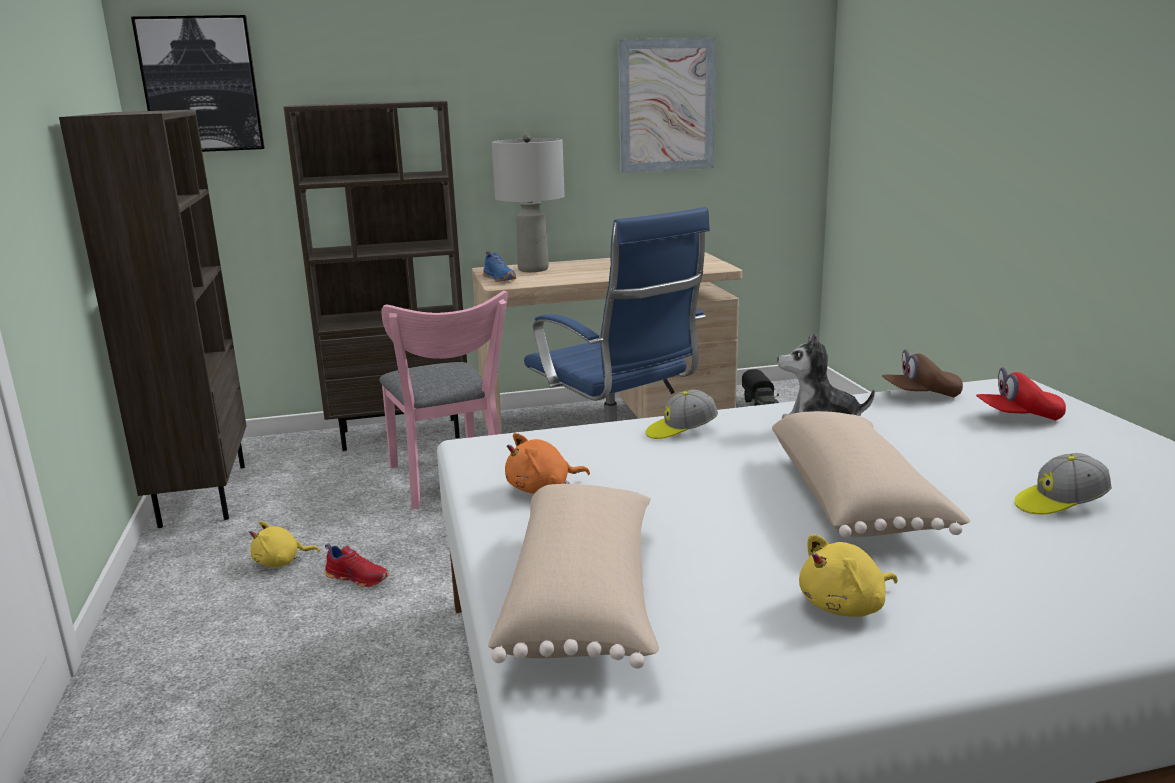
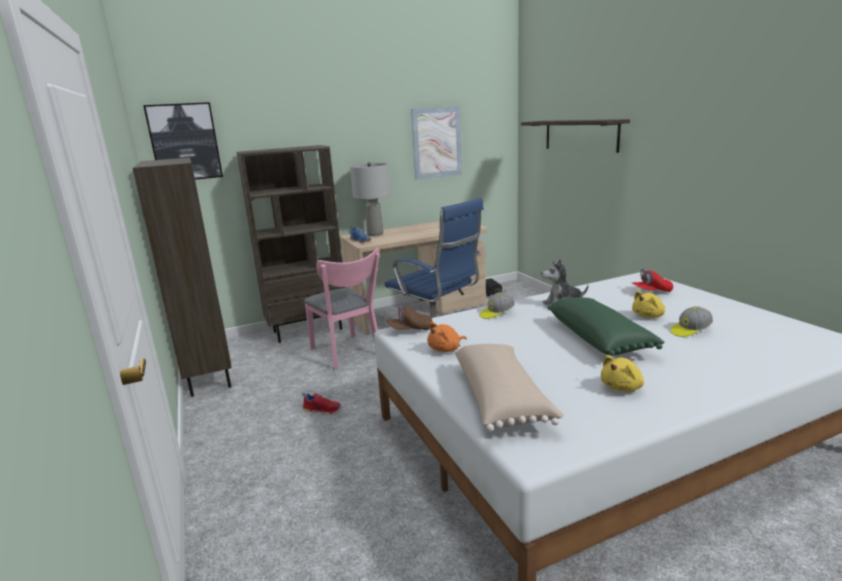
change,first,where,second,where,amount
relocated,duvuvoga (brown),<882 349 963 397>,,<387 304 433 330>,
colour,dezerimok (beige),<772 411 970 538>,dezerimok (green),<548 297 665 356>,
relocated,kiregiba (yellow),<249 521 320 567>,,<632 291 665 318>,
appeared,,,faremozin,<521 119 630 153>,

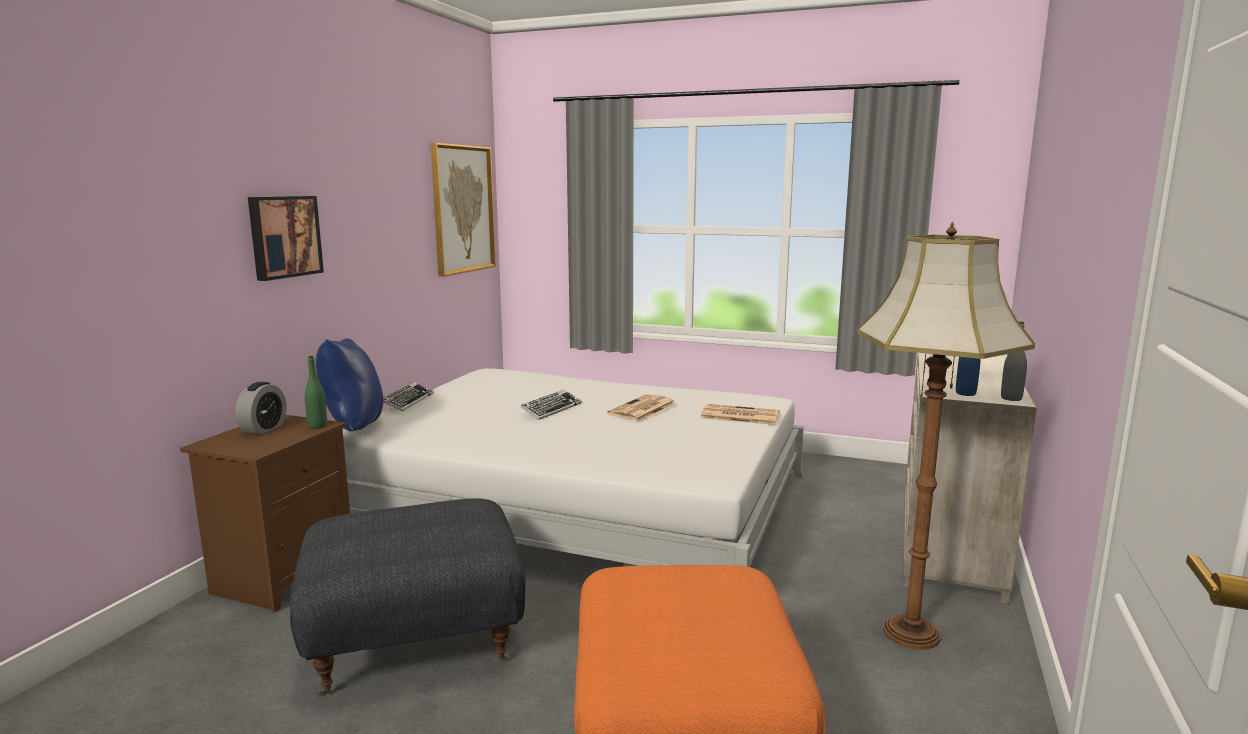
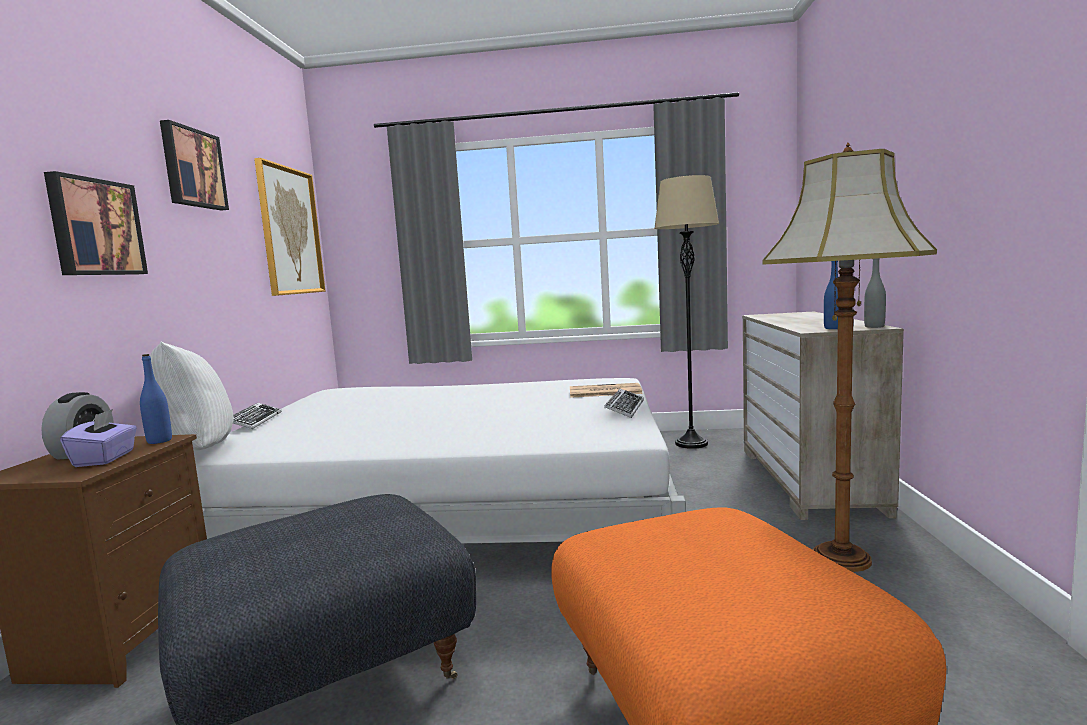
change,first,where,second,where,amount
colour,dezerimok (blue),<315 338 383 431>,dezerimok (white),<150 342 233 450>,
colour,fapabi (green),<305 356 327 429>,fapabi (blue),<140 354 172 444>,
relocated,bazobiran,<521 389 582 420>,,<604 389 644 418>,
missing,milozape,<607 394 676 421>,,,
appeared,,,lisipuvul,<160 120 229 210>,
appeared,,,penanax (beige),<654 175 719 449>,
appeared,,,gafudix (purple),<60 409 137 467>,

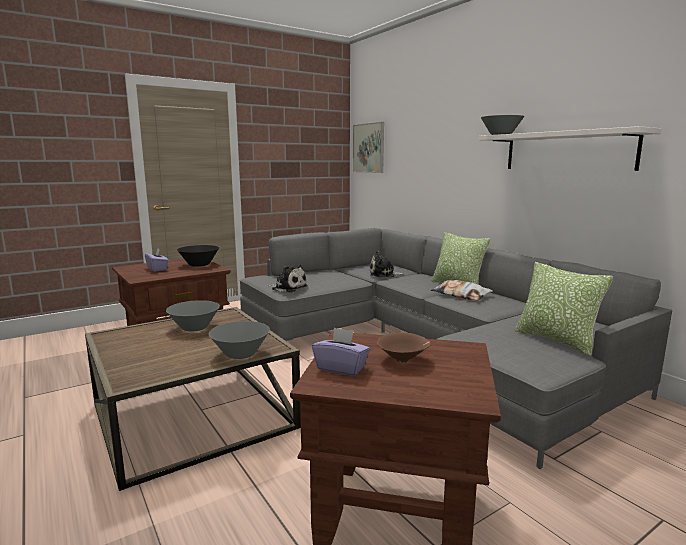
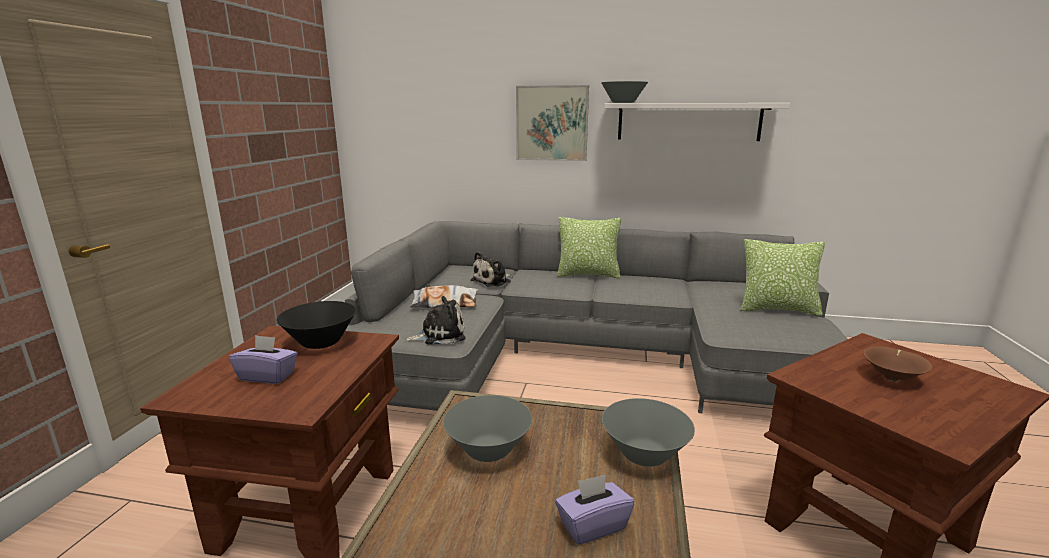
change,first,where,second,where,amount
relocated,lisipuvul,<353 122 384 173>,,<516 85 589 161>,
relocated,dezerimok,<431 280 493 301>,,<410 285 478 308>,
relocated,gafudix (purple),<312 328 370 376>,,<555 474 634 545>,

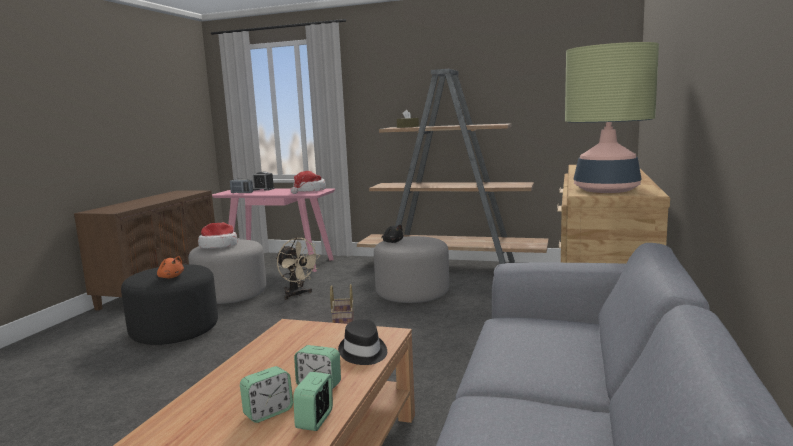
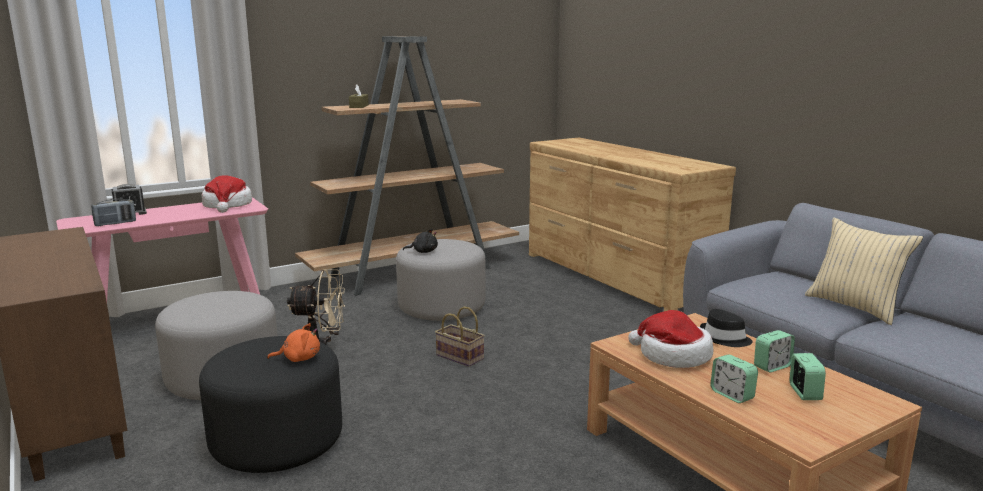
change,first,where,second,where,amount
missing,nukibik,<565 42 659 193>,,,
relocated,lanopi,<198 222 238 249>,,<628 310 713 368>,
relocated,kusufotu,<293 372 333 431>,,<710 354 758 403>,
appeared,,,dezerimok (beige),<805 218 923 325>,

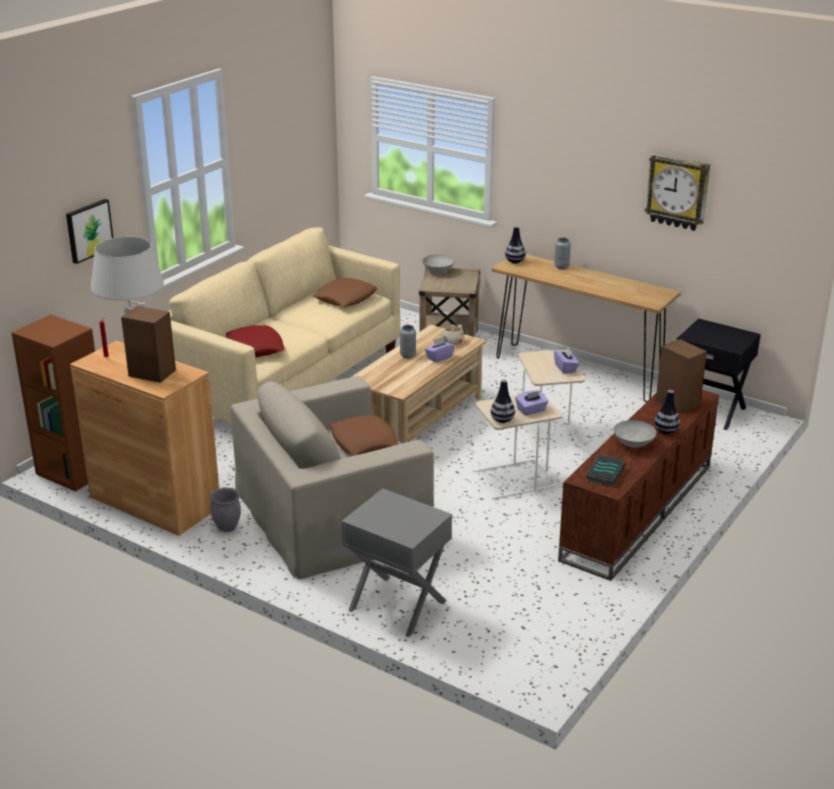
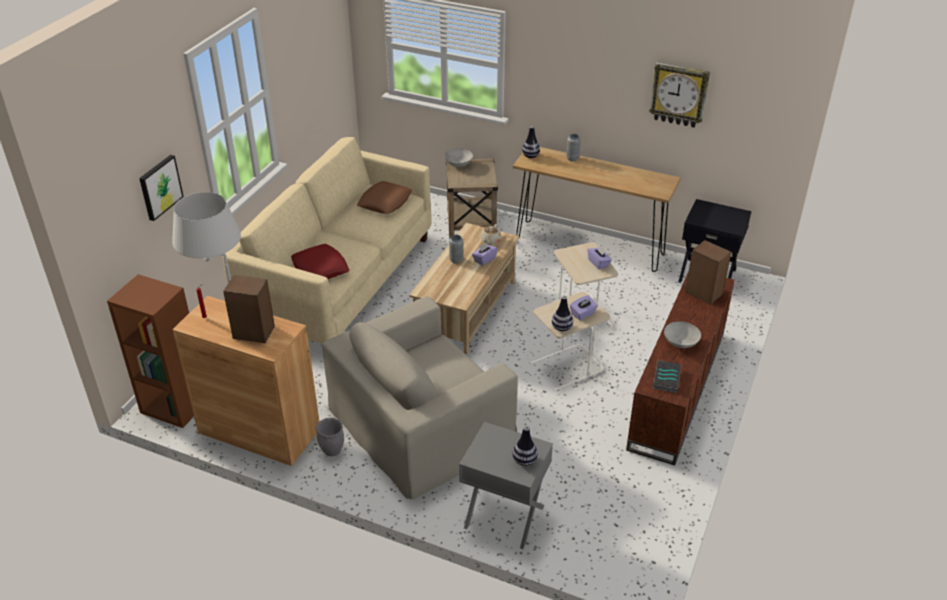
change,first,where,second,where,amount
relocated,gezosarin,<654 390 680 435>,,<512 426 538 466>,
missing,dezerimok (brown),<330 415 398 456>,,,

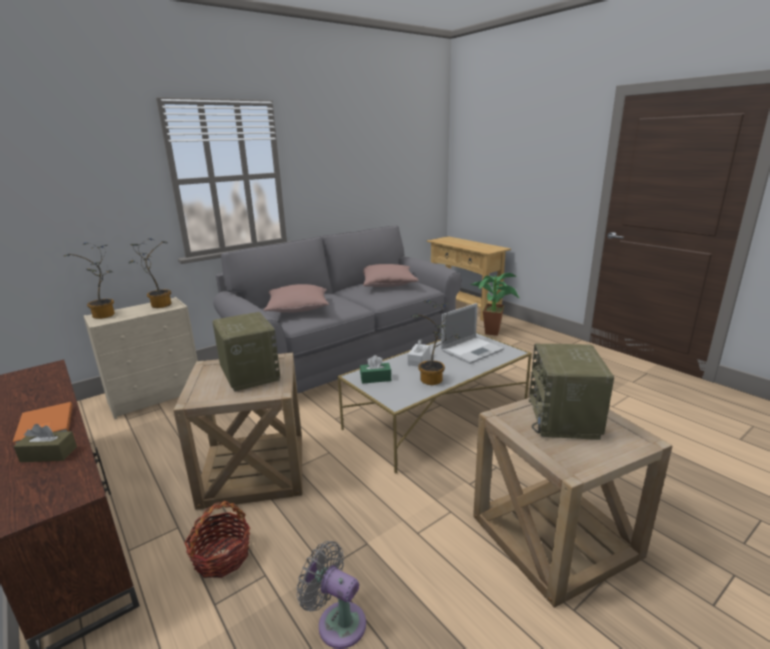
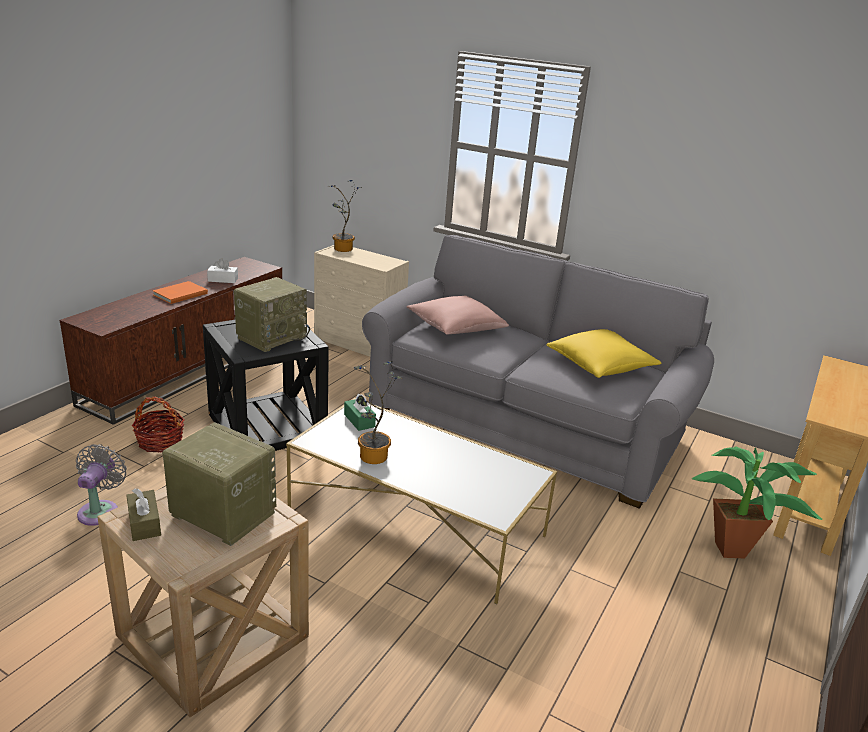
change,first,where,second,where,amount
missing,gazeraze,<129 238 171 308>,,,
colour,dezerimok (pink),<363 264 419 287>,dezerimok (yellow),<546 329 661 378>,
missing,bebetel,<441 303 504 364>,,,
relocated,gafudix (white),<407 339 429 367>,,<207 258 238 283>,
spun,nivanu,<529 344 614 440>,,<162 422 276 546>,45 degrees clockwise
colour,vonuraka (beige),<173 353 302 510>,vonuraka (black),<203 320 329 451>,
relocated,gafudix (brown),<14 424 77 462>,,<126 488 161 541>,

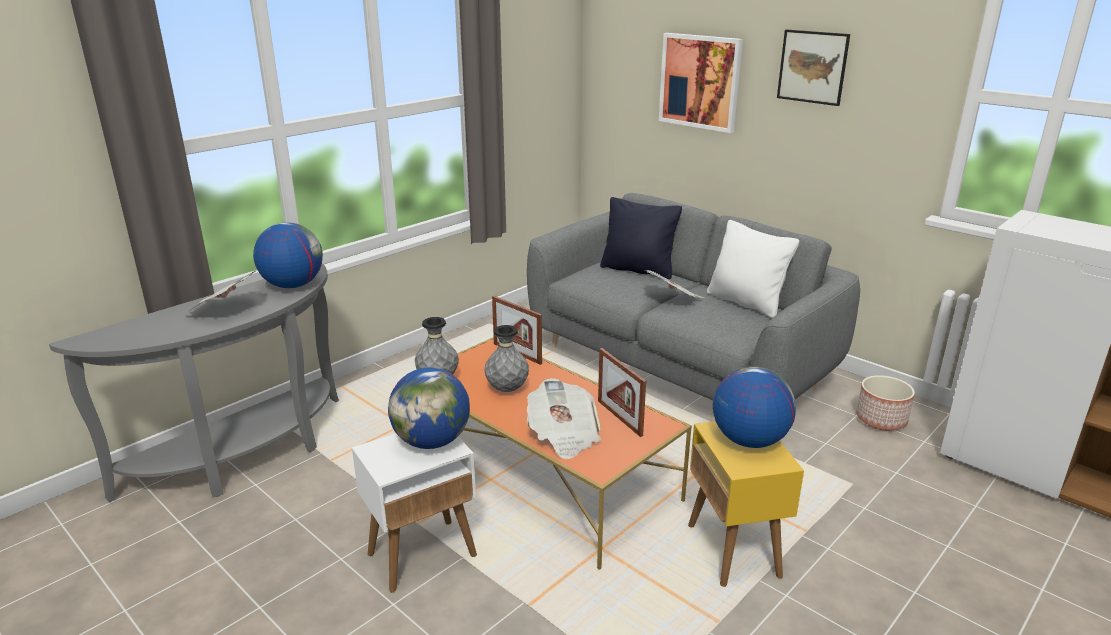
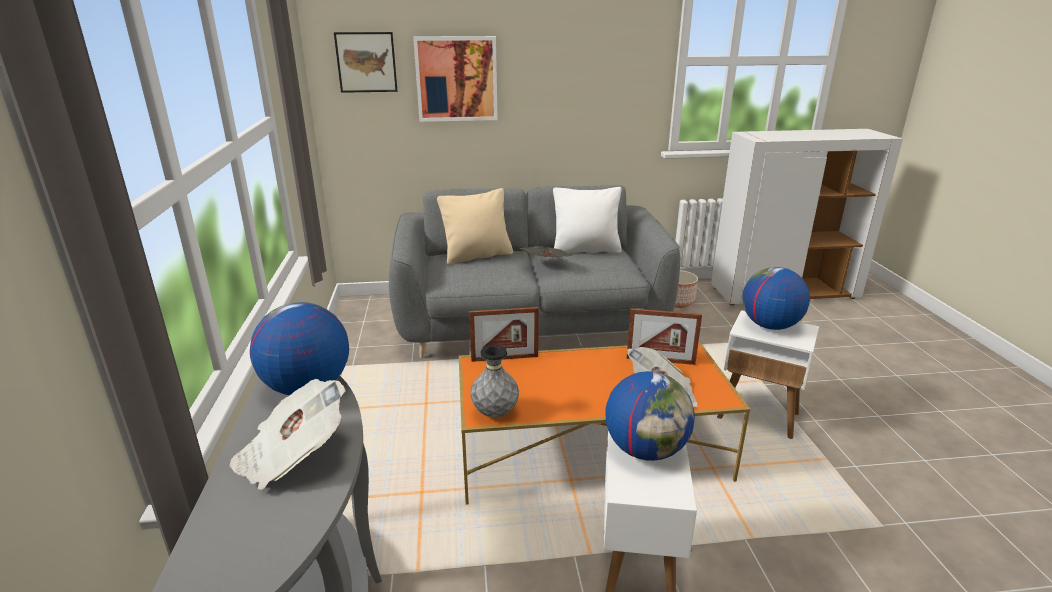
change,first,where,second,where,amount
relocated,lisipuvul,<777 29 850 106>,,<334 32 397 93>,
colour,dezerimok (black),<600 197 682 279>,dezerimok (beige),<437 188 513 265>,
missing,gezosarin (grey),<485 325 529 392>,,,
colour,vonuraka (yellow),<688 421 804 587>,vonuraka (white),<717 310 819 439>,

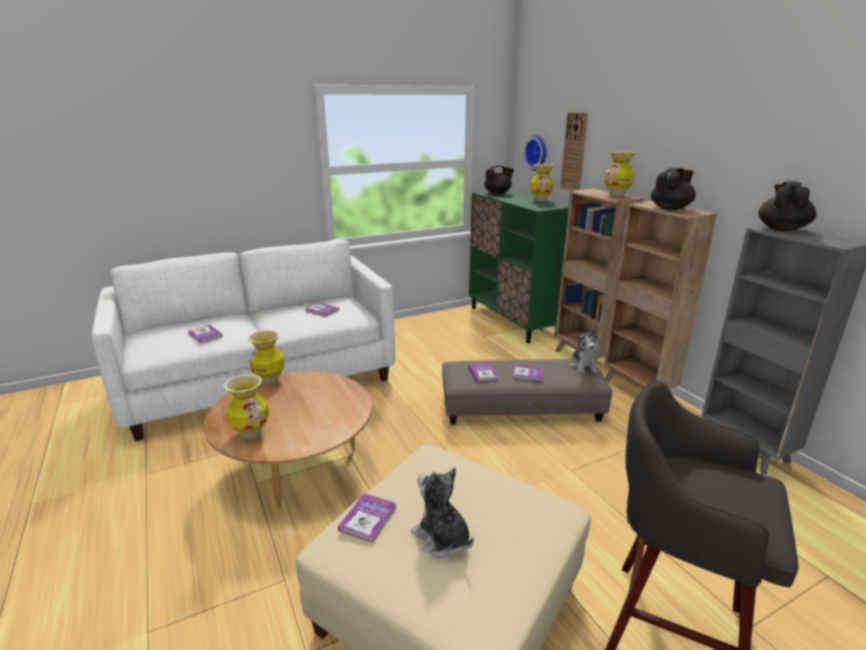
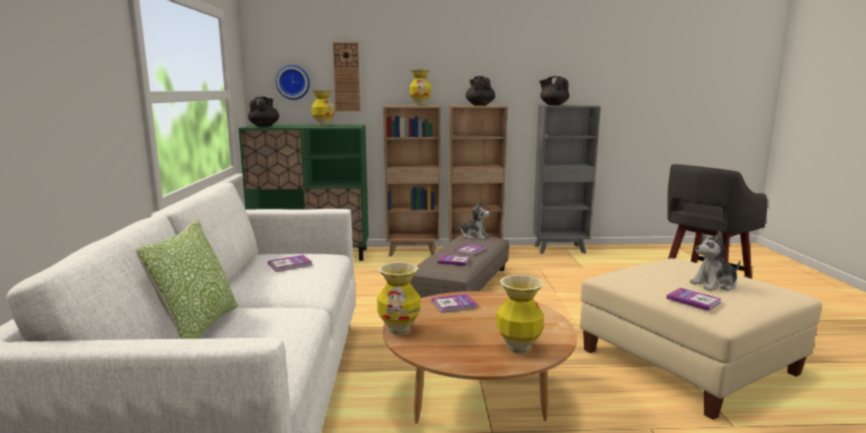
change,first,where,second,where,amount
relocated,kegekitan,<188 325 223 343>,,<432 294 478 313>,
appeared,,,dezerimok,<135 220 238 339>,

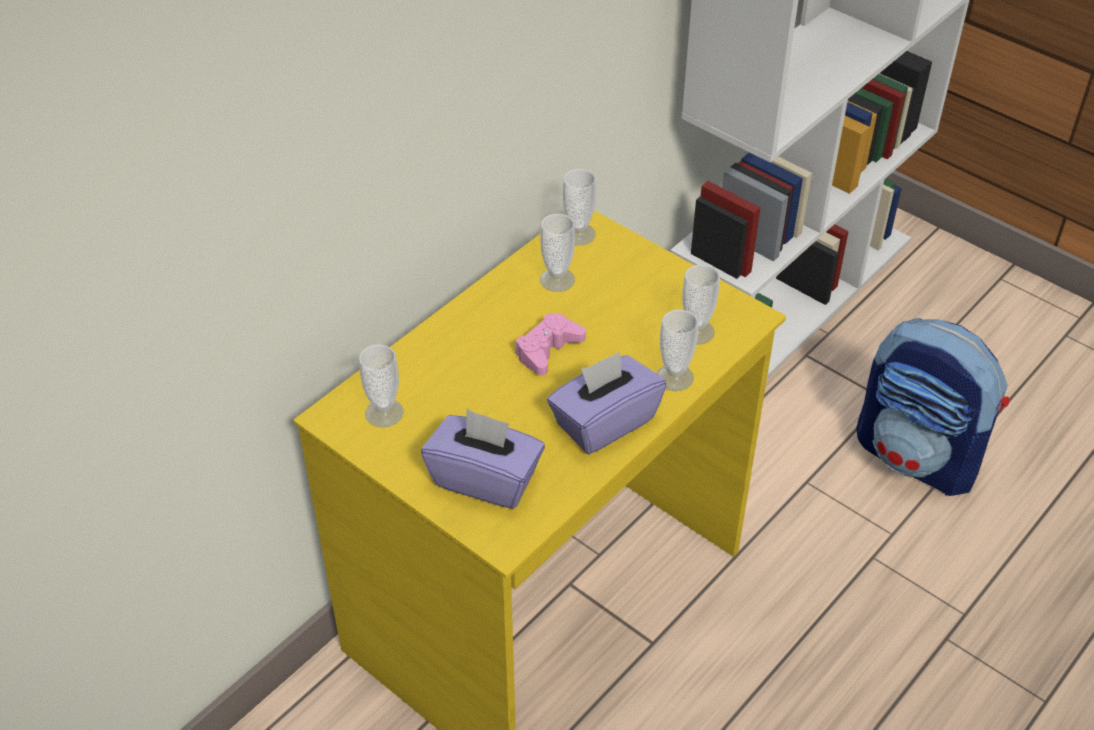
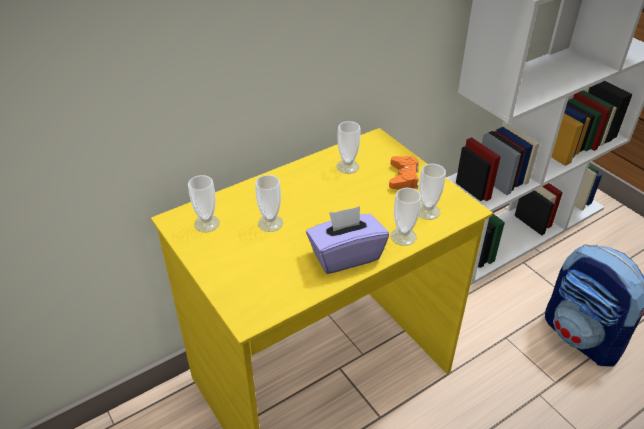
change,first,where,second,where,amount
relocated,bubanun,<563 169 596 246>,,<255 175 283 232>,
missing,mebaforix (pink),<515 313 586 375>,,,
missing,gafudix (purple),<421 409 545 509>,,,
appeared,,,mebaforix (orange),<389 156 419 189>,

